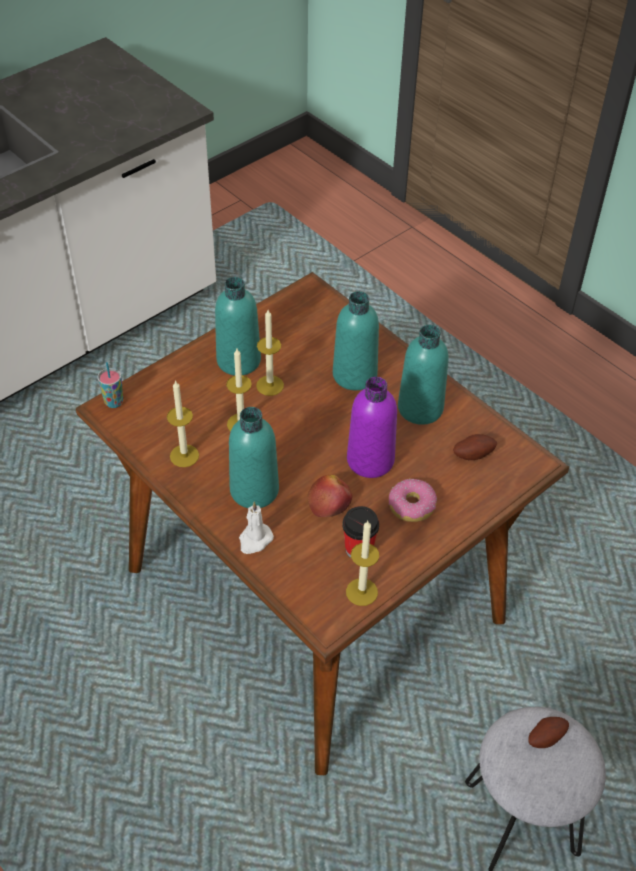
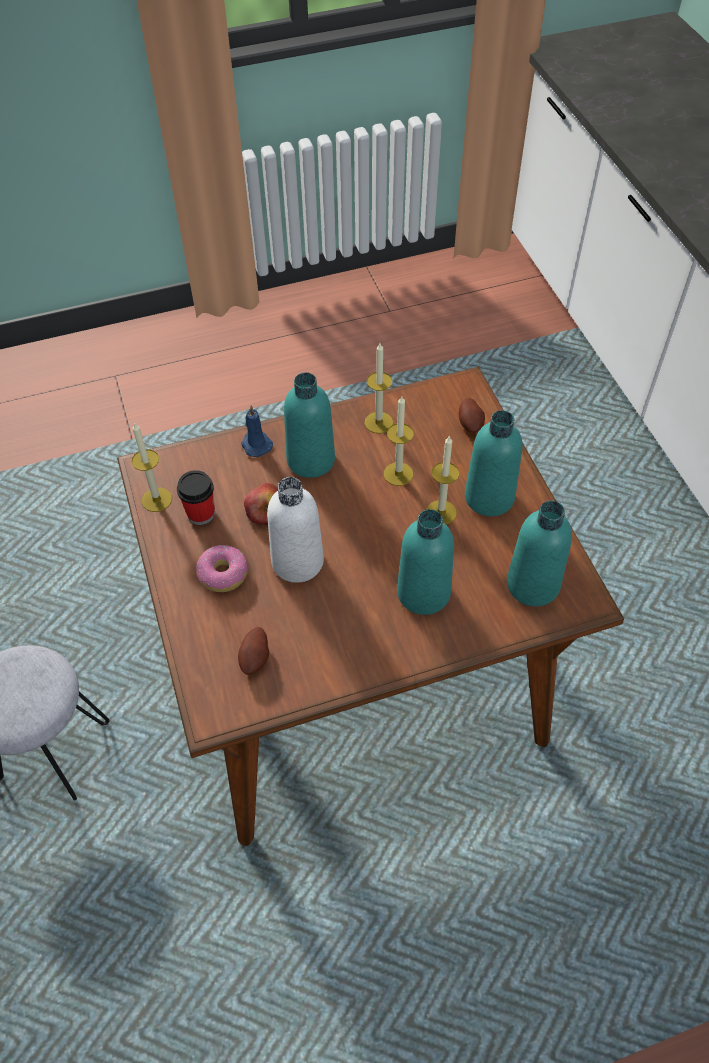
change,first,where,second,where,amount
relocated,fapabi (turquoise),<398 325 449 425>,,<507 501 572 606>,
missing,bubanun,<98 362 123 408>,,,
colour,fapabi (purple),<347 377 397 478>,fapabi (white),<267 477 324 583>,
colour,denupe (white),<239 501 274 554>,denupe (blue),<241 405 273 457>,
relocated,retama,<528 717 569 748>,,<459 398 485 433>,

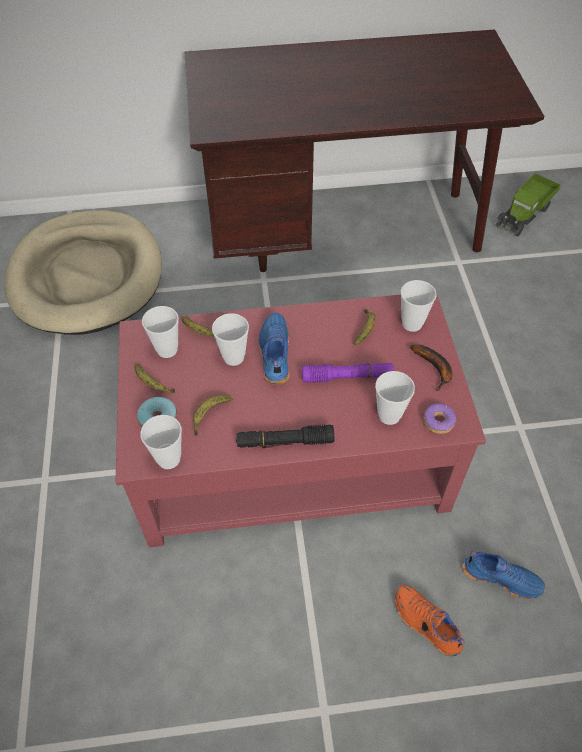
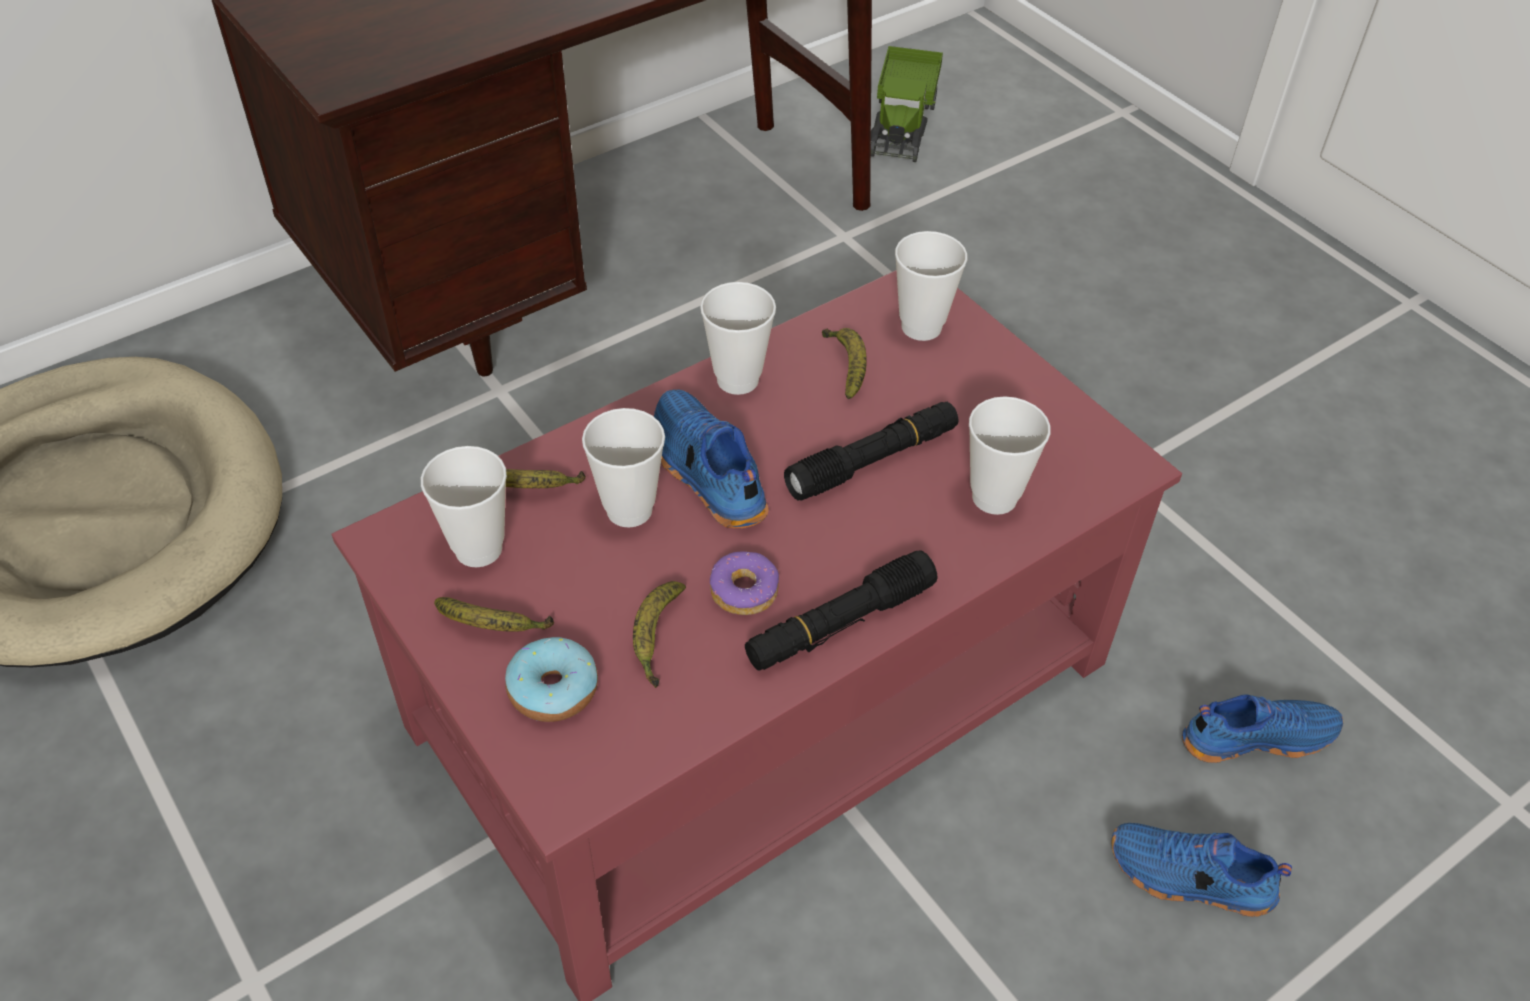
change,first,where,second,where,amount
missing,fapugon,<410 344 452 391>,,,
colour,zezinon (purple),<302 363 394 383>,zezinon (black),<784 402 959 501>,
relocated,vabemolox,<423 403 456 434>,,<710 551 779 615>,
relocated,bubanun,<140 415 182 469>,,<700 282 776 395>,
colour,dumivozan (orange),<395 585 465 657>,dumivozan (blue),<1111 823 1292 917>,

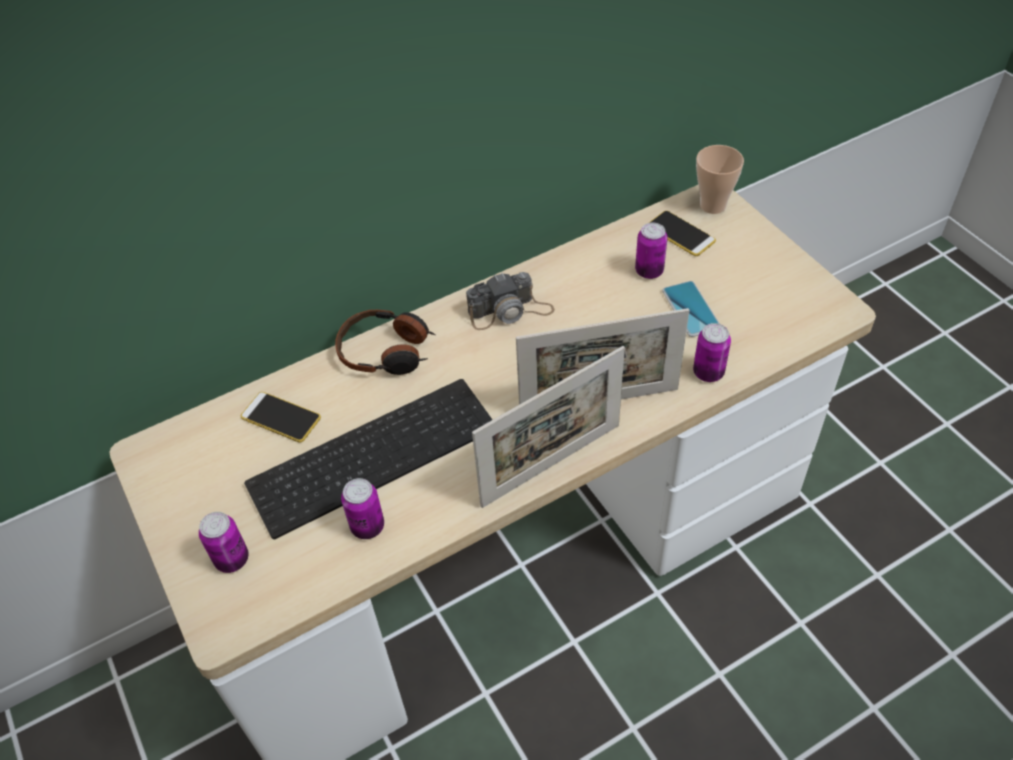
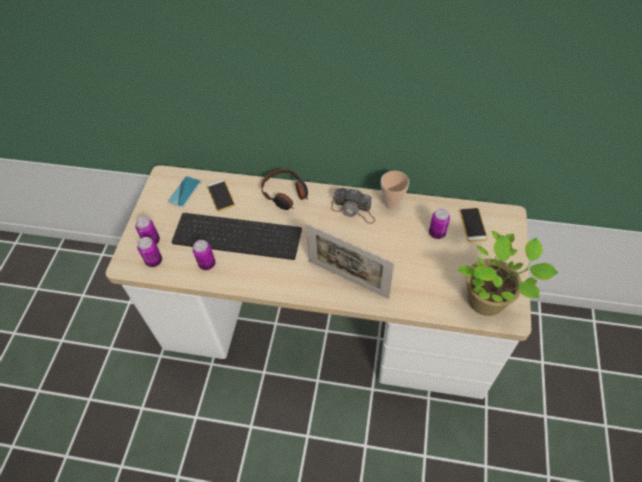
change,first,where,second,where,amount
relocated,bubanun,<696 145 744 214>,,<381 171 409 210>,
relocated,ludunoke,<662 281 720 337>,,<167 176 201 208>,
relocated,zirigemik,<693 323 731 382>,,<137 237 162 267>,
missing,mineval,<472 346 625 508>,,,
appeared,,,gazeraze,<457 231 558 316>,

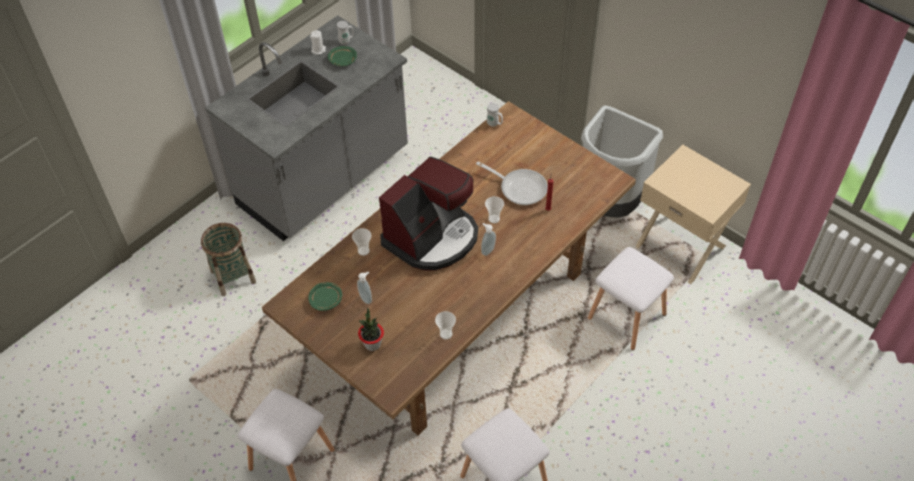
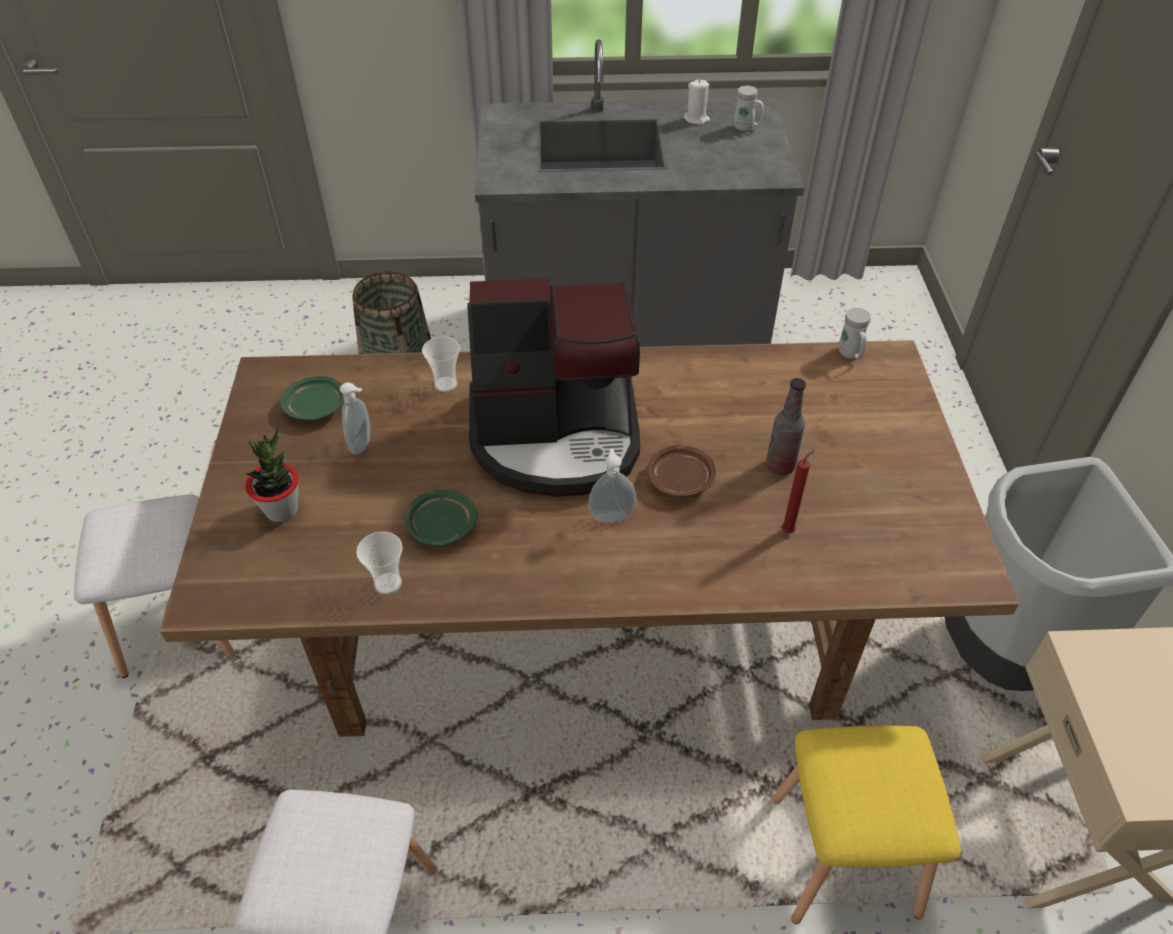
change,first,where,second,where,amount
relocated,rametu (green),<328 46 357 66>,,<404 489 477 546>,
exchanged,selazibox,<476 162 548 205>,fapabi,<766 378 806 475>,
exchanged,bubanun,<485 196 504 223>,rametu (brown),<647 446 716 497>,
colour,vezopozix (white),<588 247 674 350>,vezopozix (yellow),<772 726 961 924>,

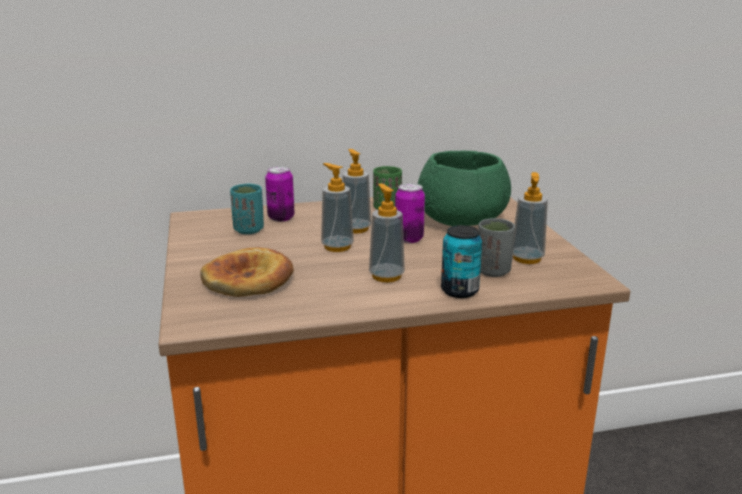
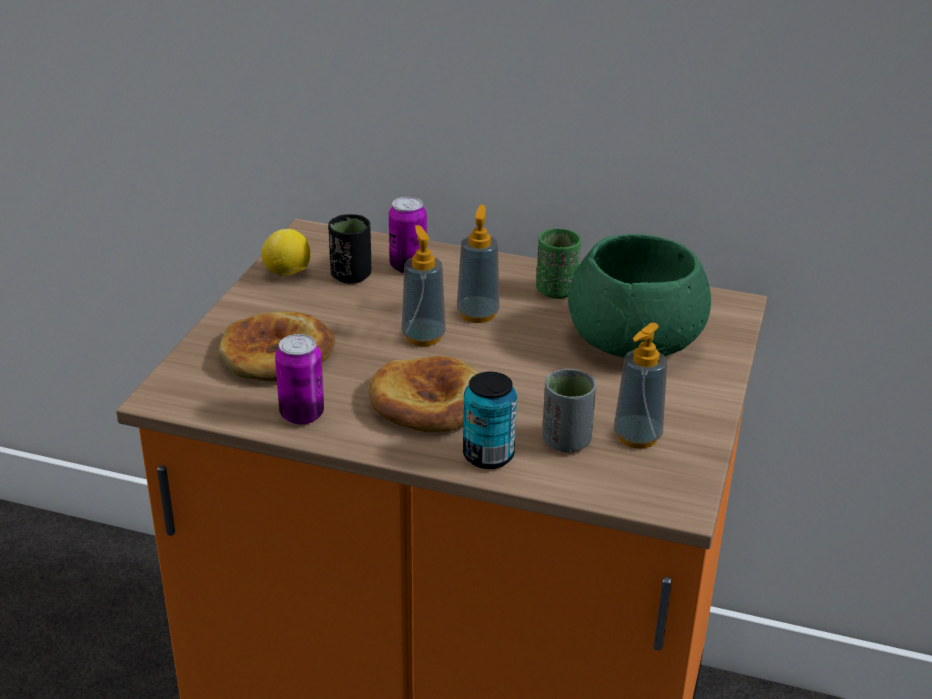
change,first,where,second,where,amount
exchanged,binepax,<369 183 405 283>,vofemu,<369 356 479 432>,
relocated,zirigemik,<395 183 425 243>,,<275 334 324 425>,
colour,bubanun (turquoise),<230 184 264 234>,bubanun (black),<328 214 371 283>,
appeared,,,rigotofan,<261 229 311 276>,

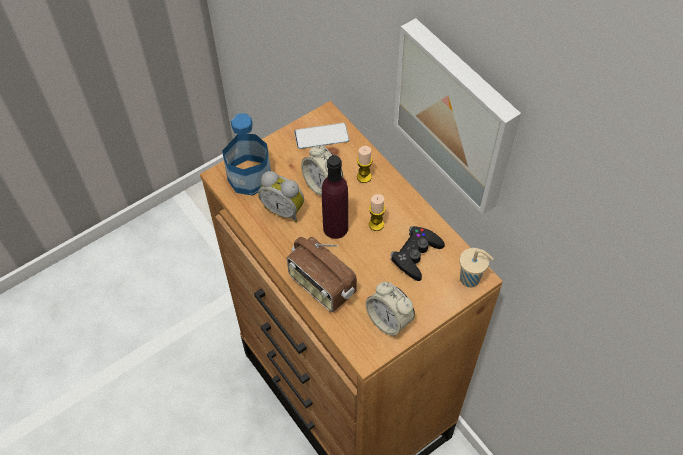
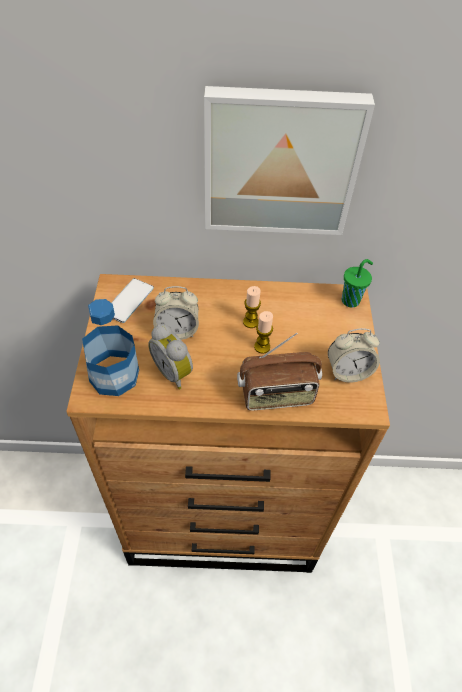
change,first,where,second,where,amount
relocated,denupe,<357 146 372 183>,,<254 311 273 354>,
missing,fapabi (purple),<322 155 348 239>,,,
spun,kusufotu,<258 171 304 222>,,<148 324 193 390>,75 degrees clockwise
missing,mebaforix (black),<391 226 445 281>,,,
colour,bubanun (beige),<460 248 494 287>,bubanun (green),<342 259 373 308>,

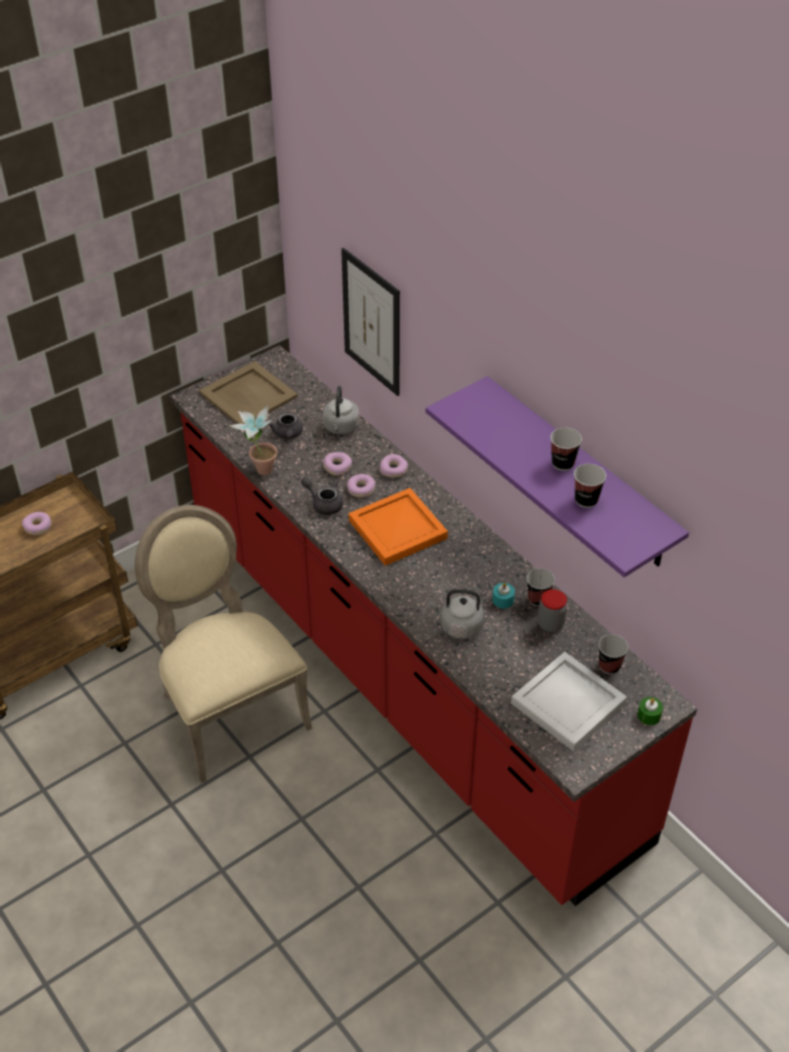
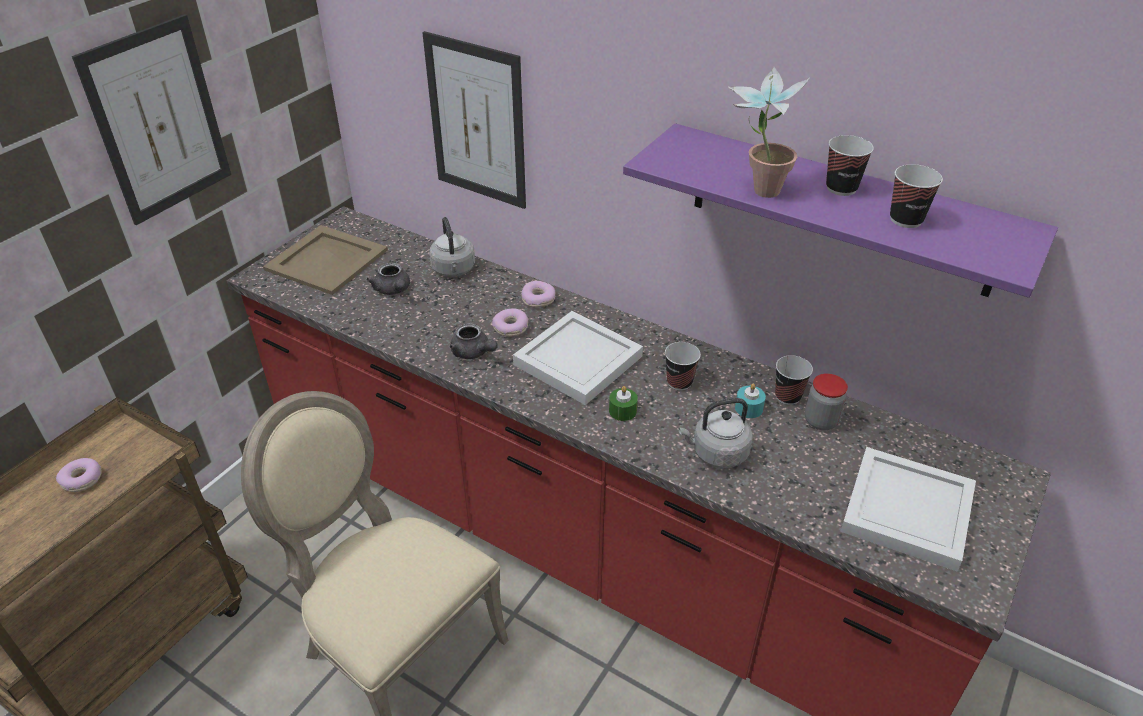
change,first,where,second,where,amount
relocated,gazeraze,<229 405 277 476>,,<727 67 809 198>,
missing,vabemolox,<323 452 352 476>,,,
spun,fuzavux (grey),<301 477 343 515>,,<450 323 498 359>,150 degrees counterclockwise
colour,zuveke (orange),<349 488 448 566>,zuveke (white),<513 311 643 405>,
relocated,bubanun,<599 634 628 674>,,<665 342 701 391>,
relocated,denupe (green),<637 697 663 725>,,<609 386 638 421>,
appeared,,,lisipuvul,<72 14 231 225>,

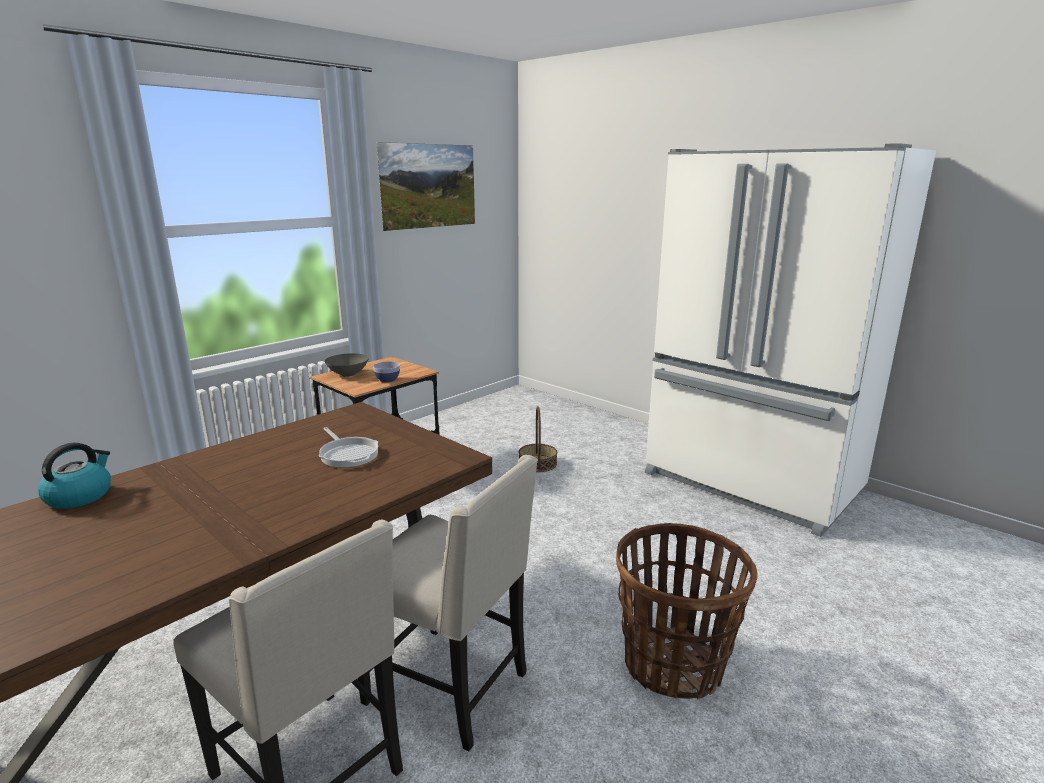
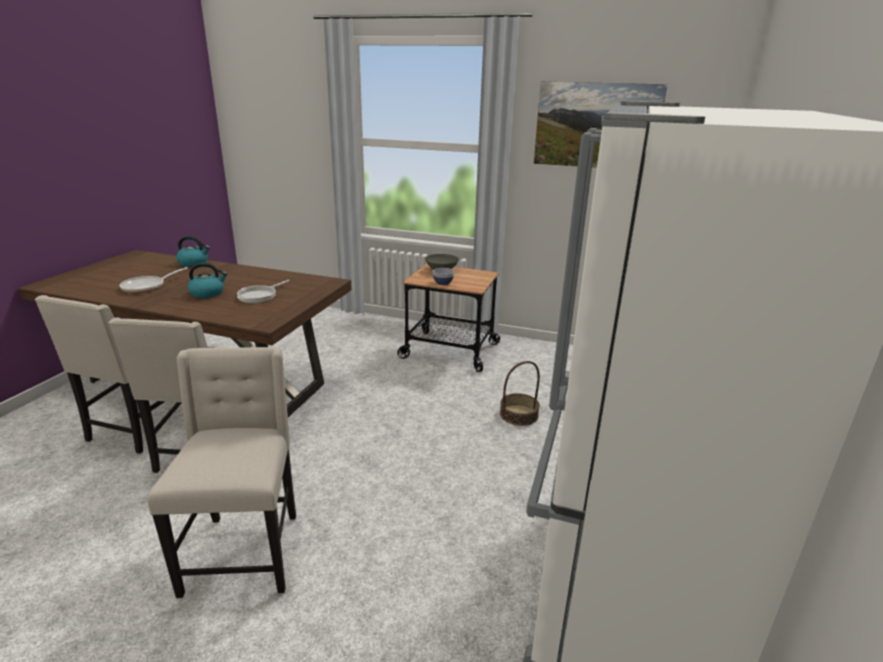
change,first,where,second,where,amount
exchanged,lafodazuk,<616 523 758 699>,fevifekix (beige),<147 347 296 598>,
appeared,,,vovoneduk,<188 262 228 298>,
appeared,,,selazibox,<119 267 188 293>,

